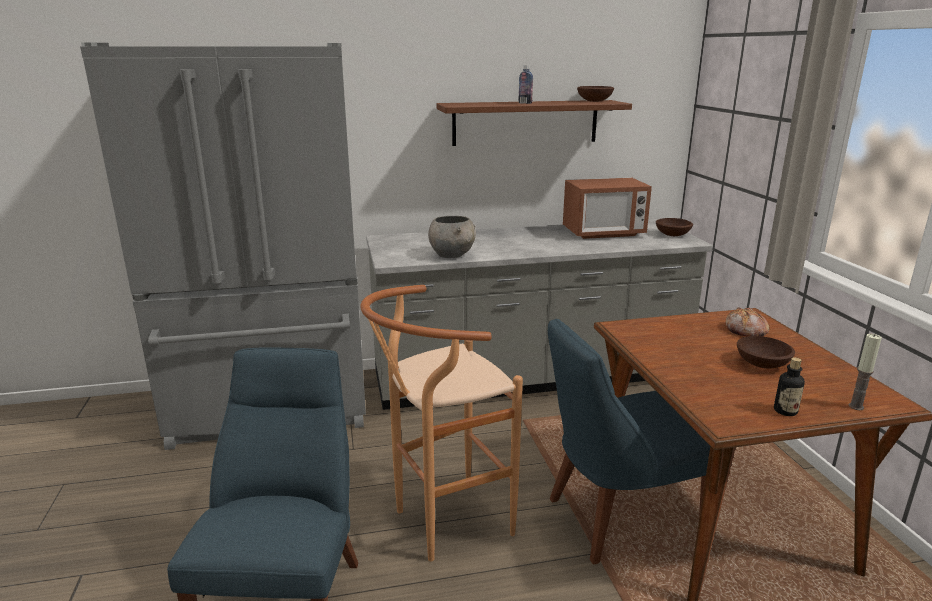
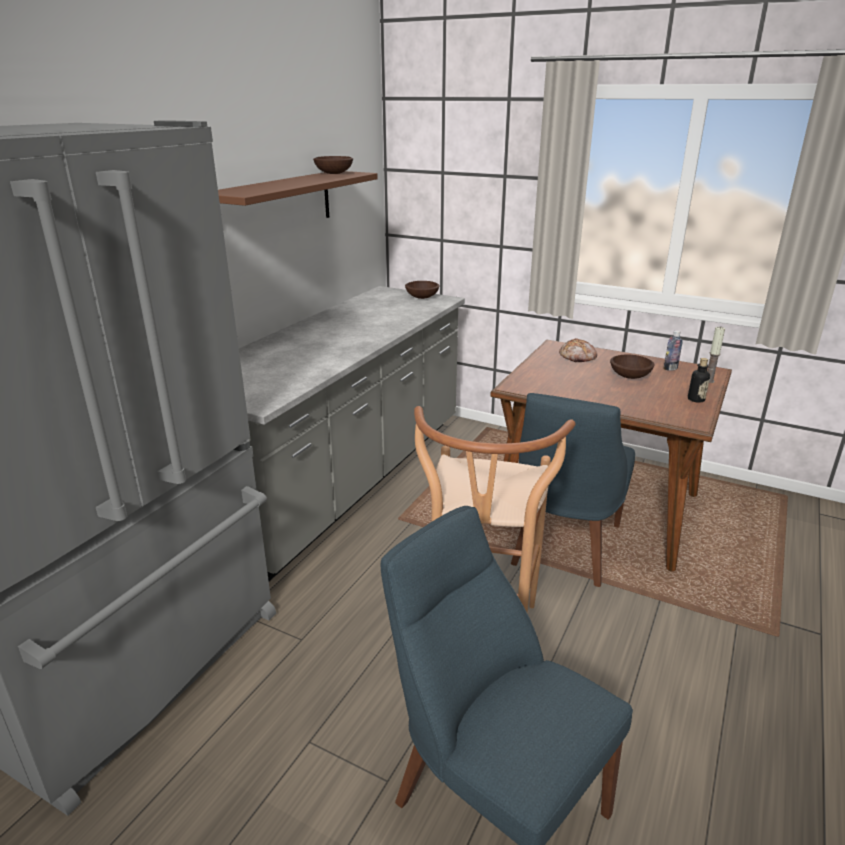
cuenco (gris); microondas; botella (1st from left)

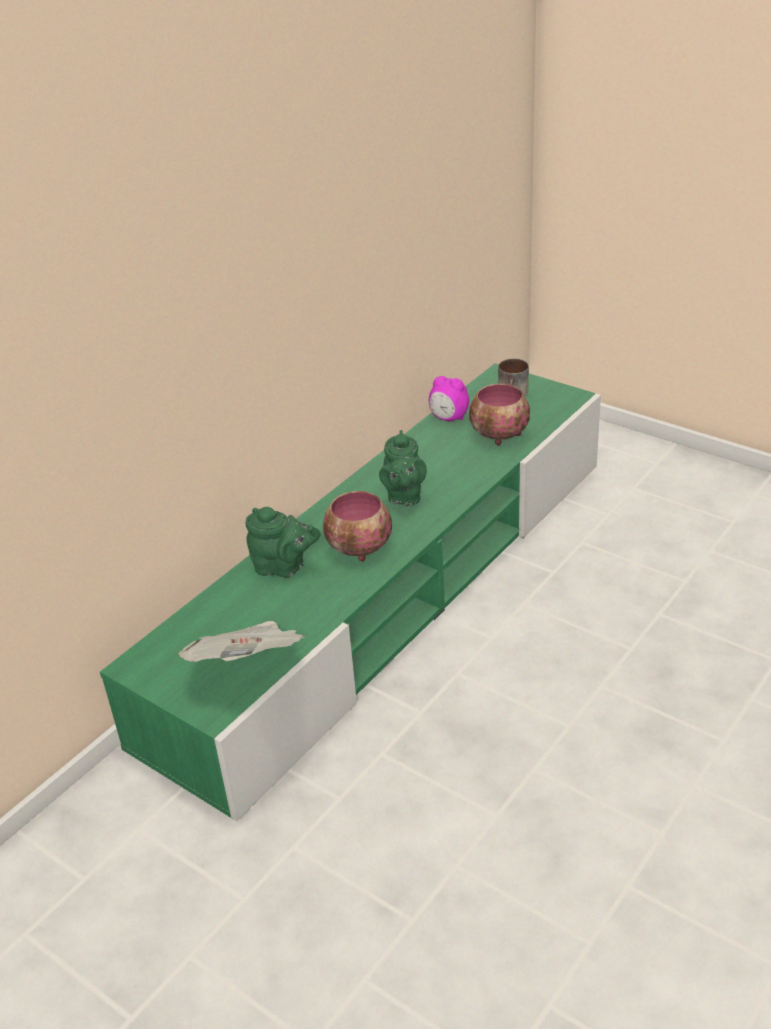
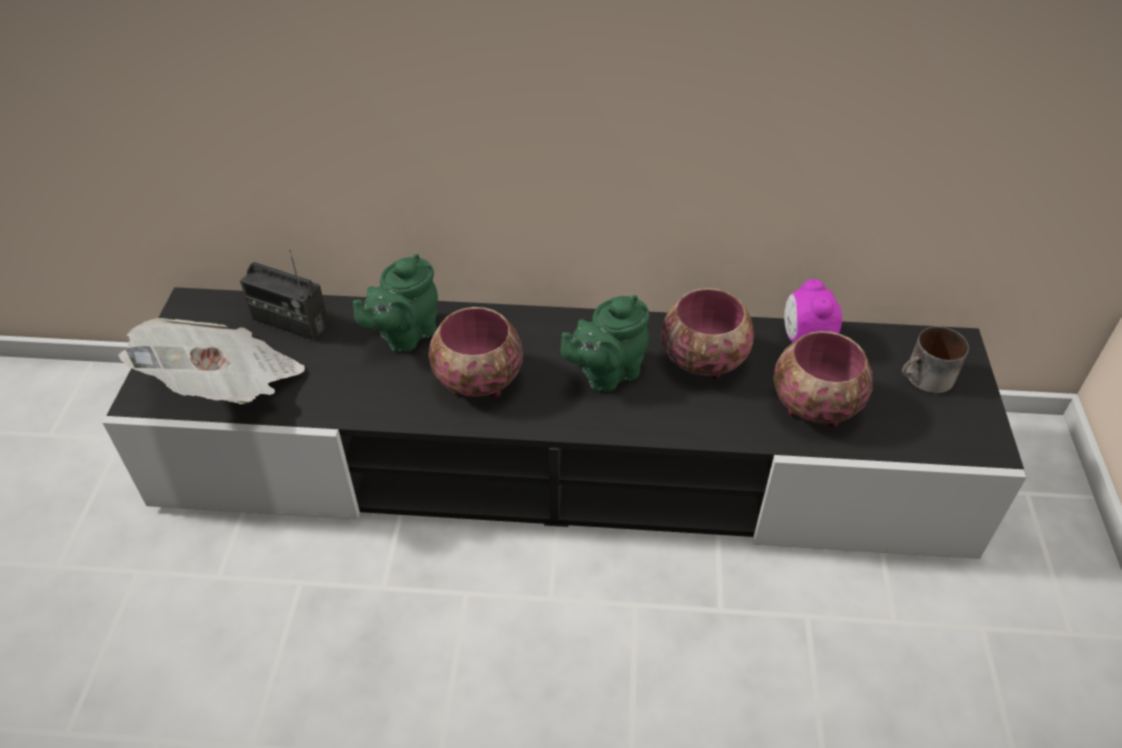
radio; cuenco (2nd from left); mueble de televisión (negro); tetera (verde) (1st from left)

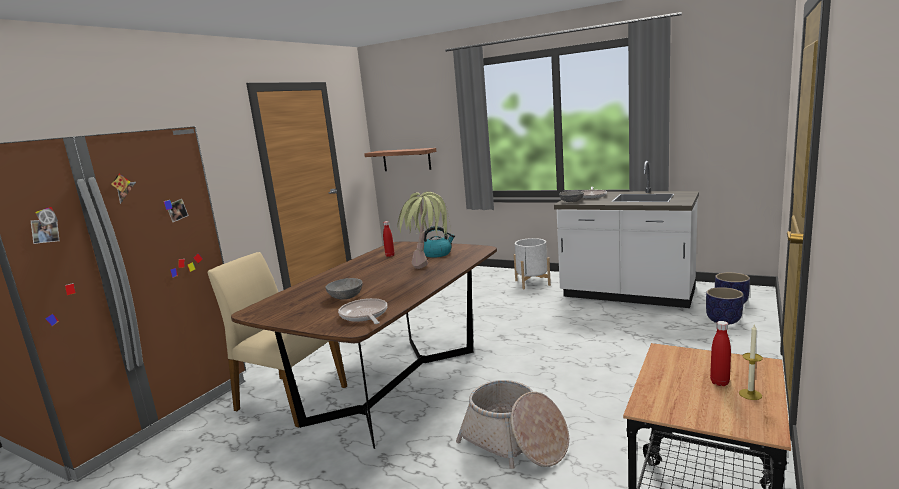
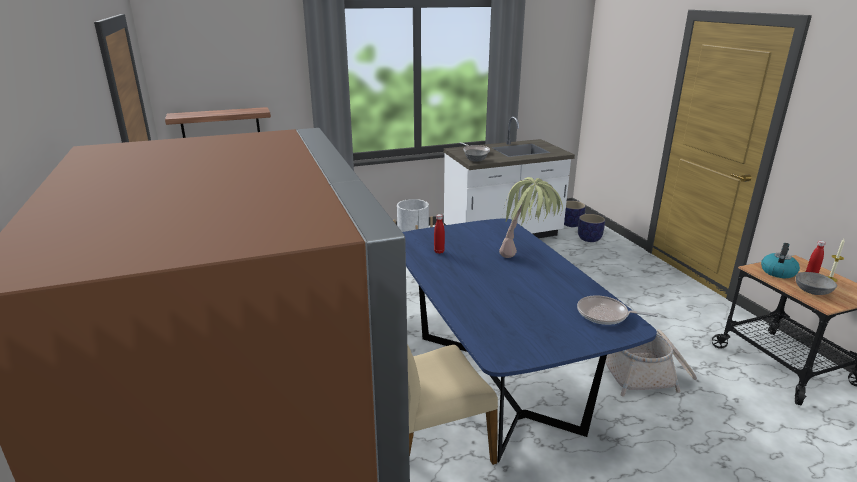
cuenco (gris) (2nd from left); hervidor; mesa de comedor (azul)

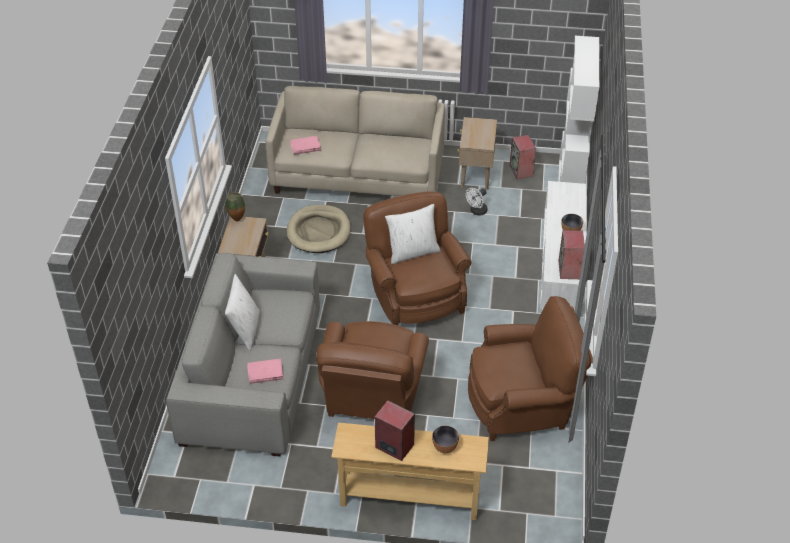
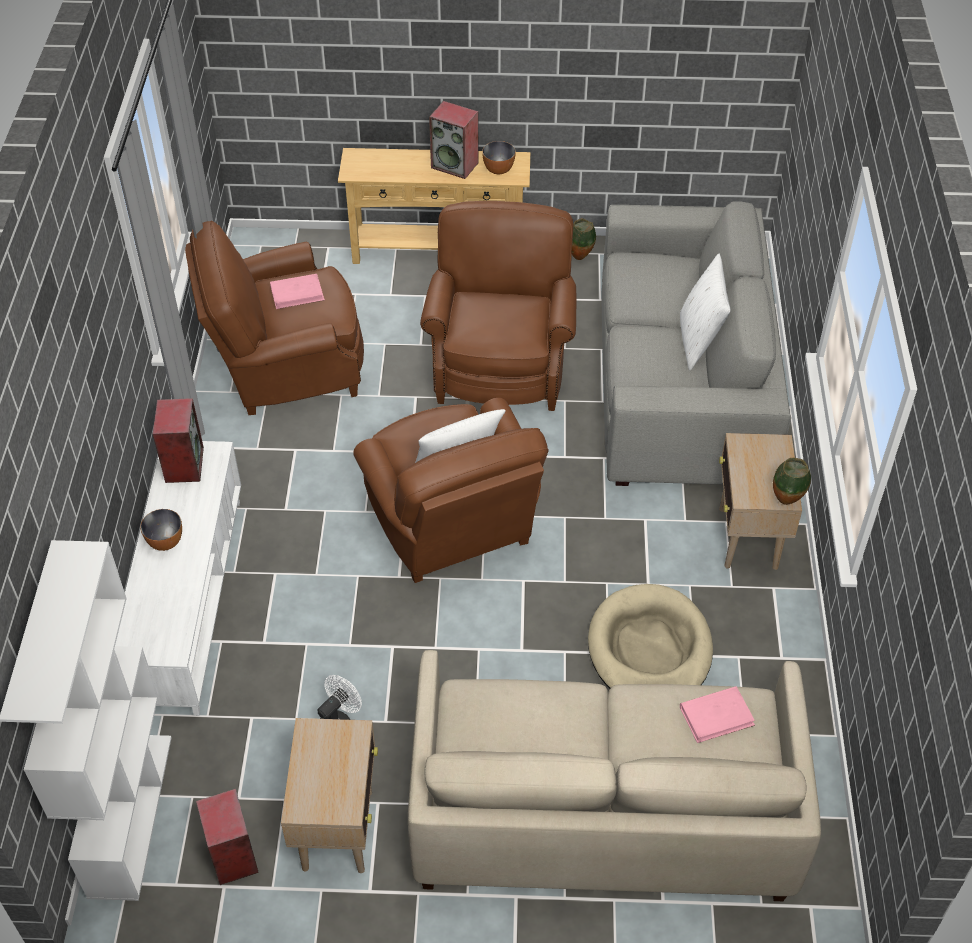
florero (1st from left); libro (rosa) (1st from left); cuenco (2nd from left)

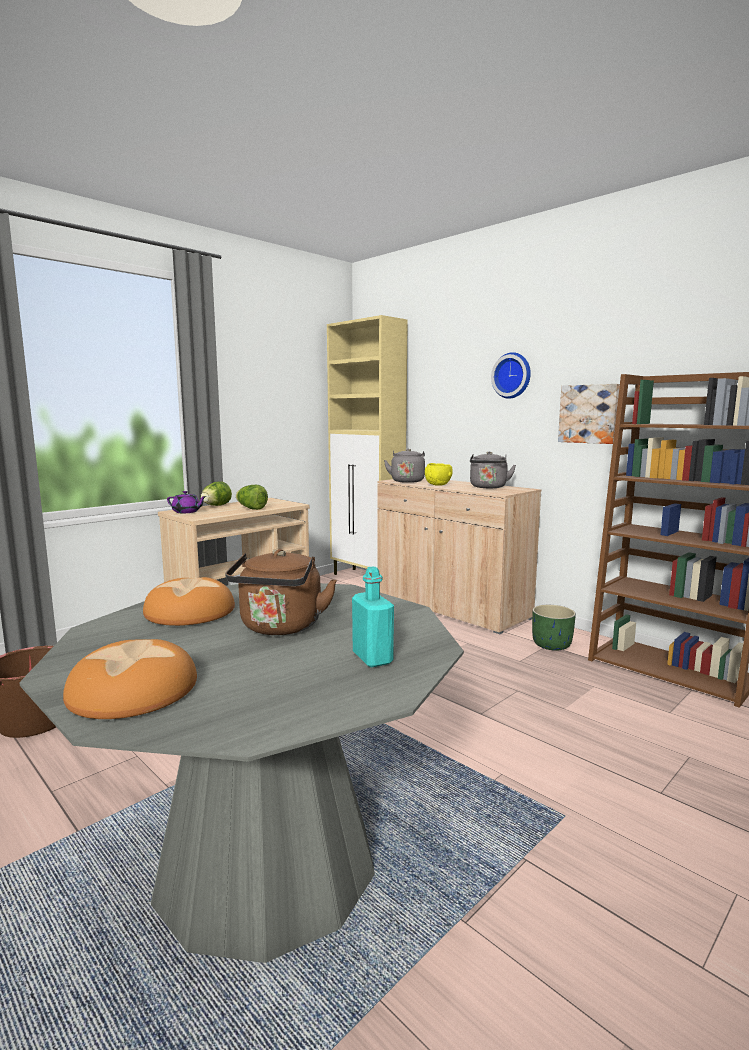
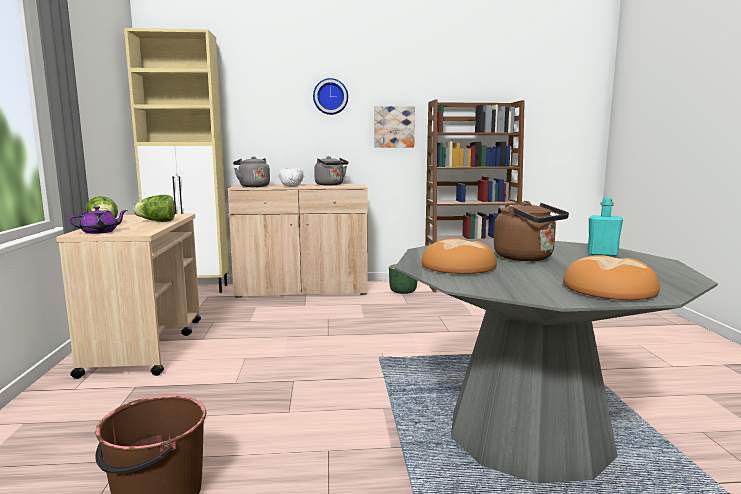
cuenco (blanco)

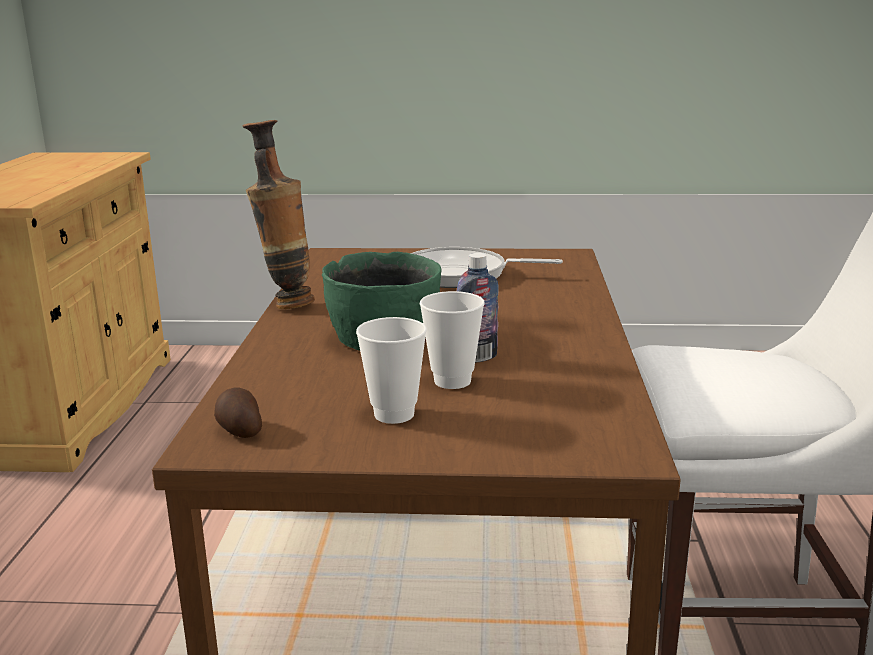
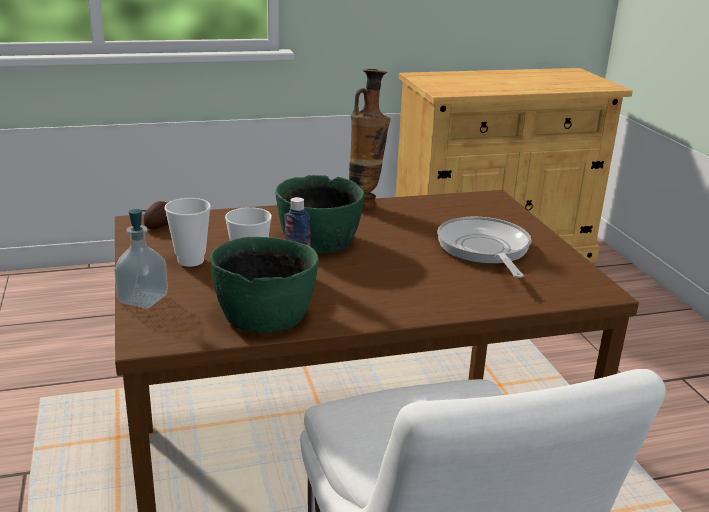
dispensador de jabón; cuenco (verde) (1st from left)

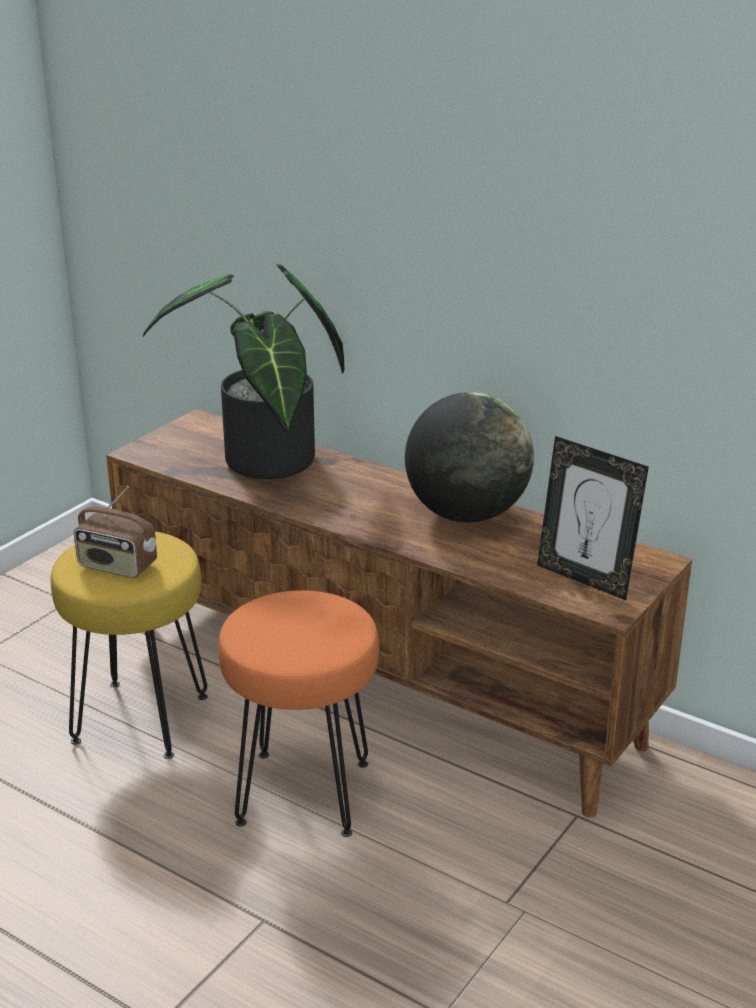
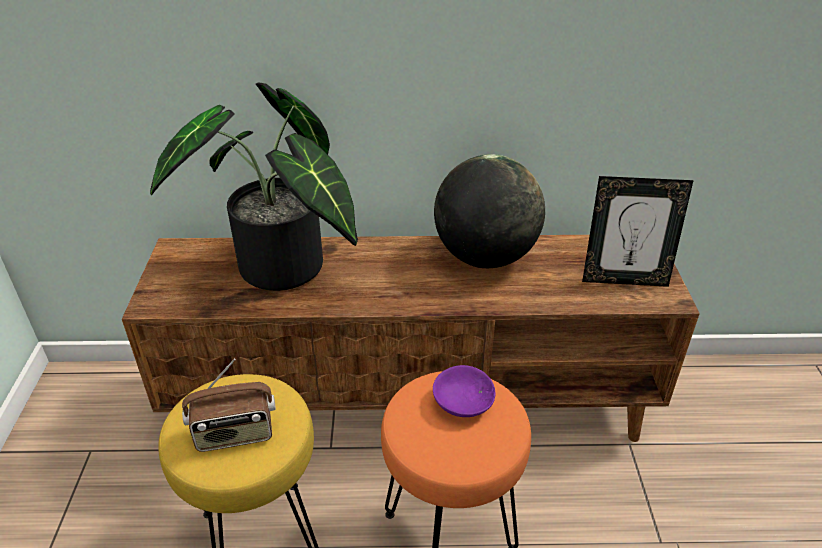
cuenco (morado)

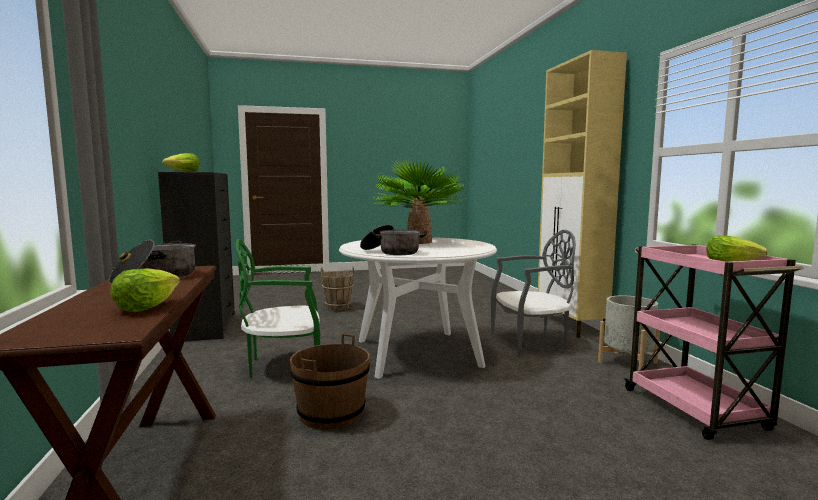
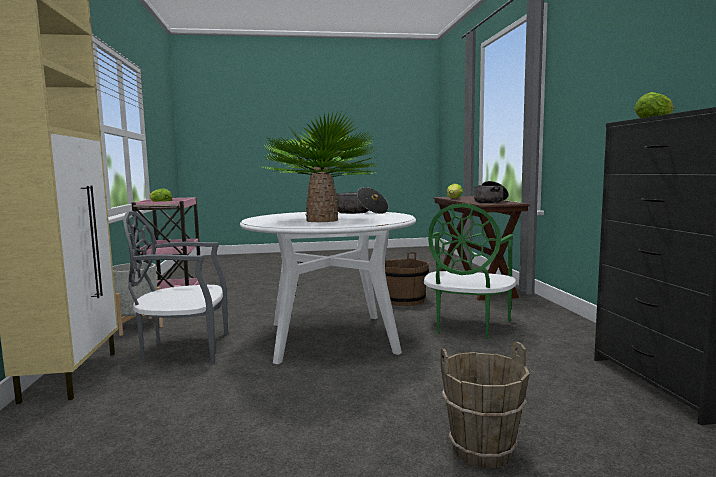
silla (verde)

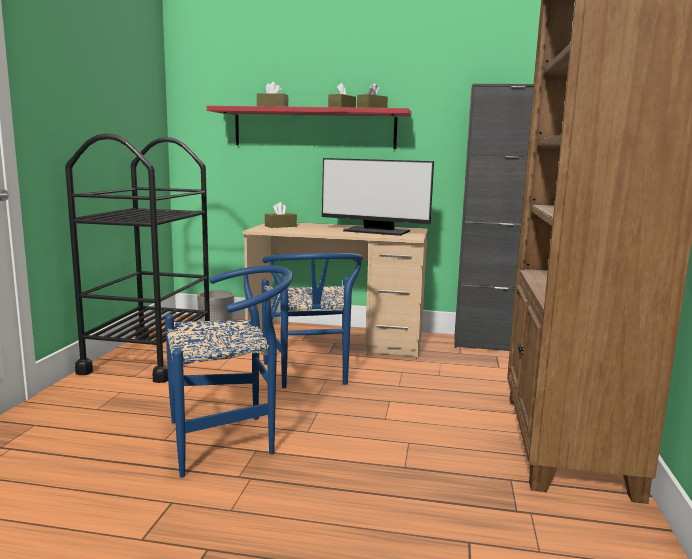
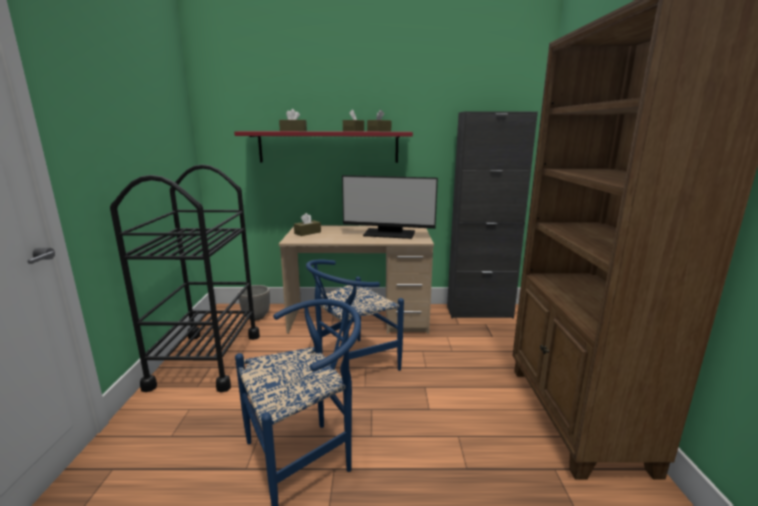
silla (azul) (2nd from left)

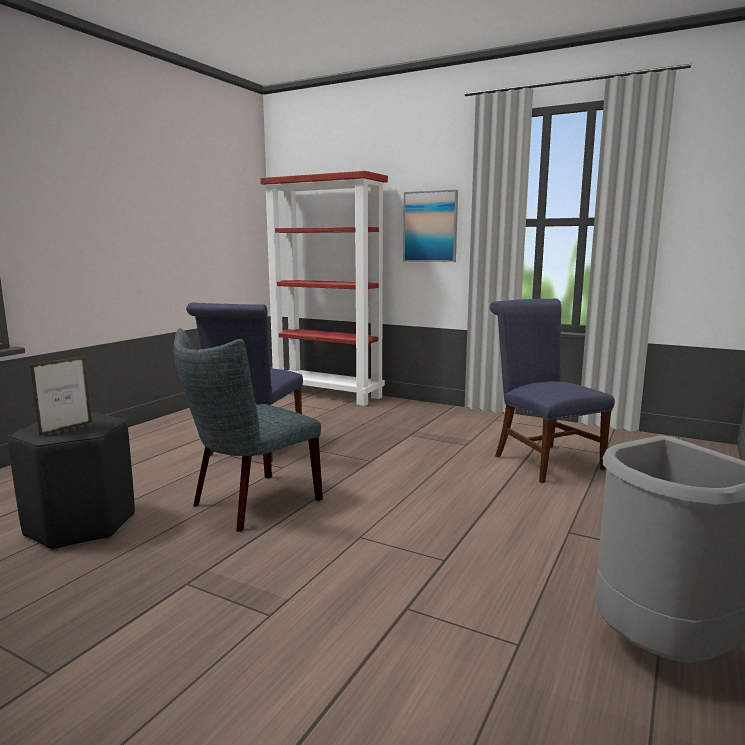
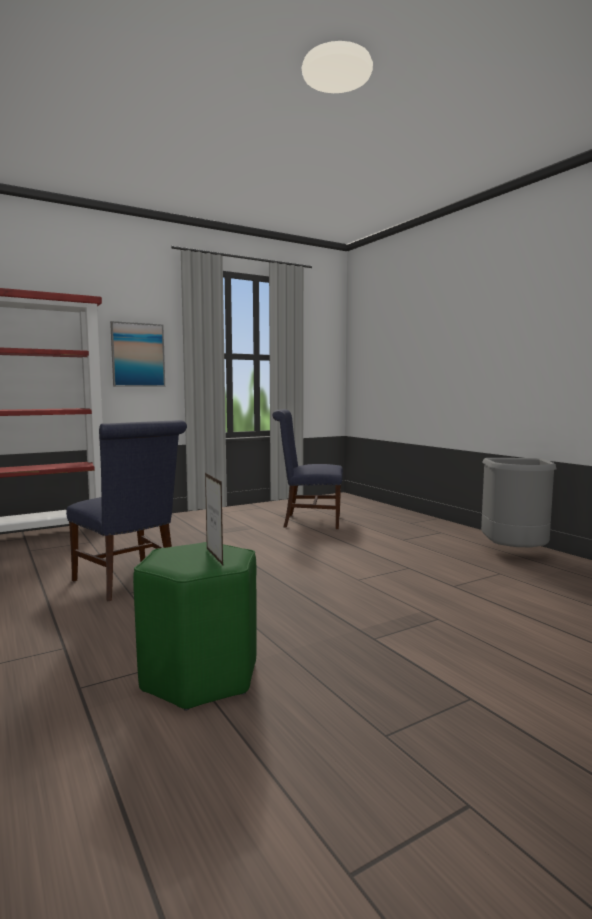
silla (gris); taburete (verde)

